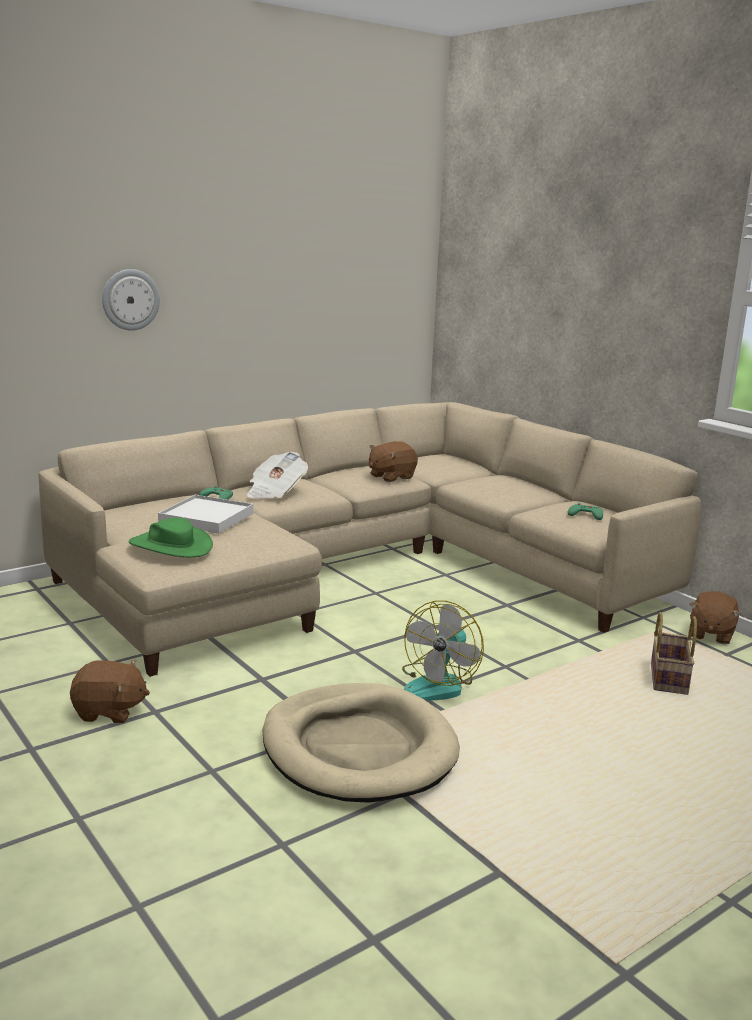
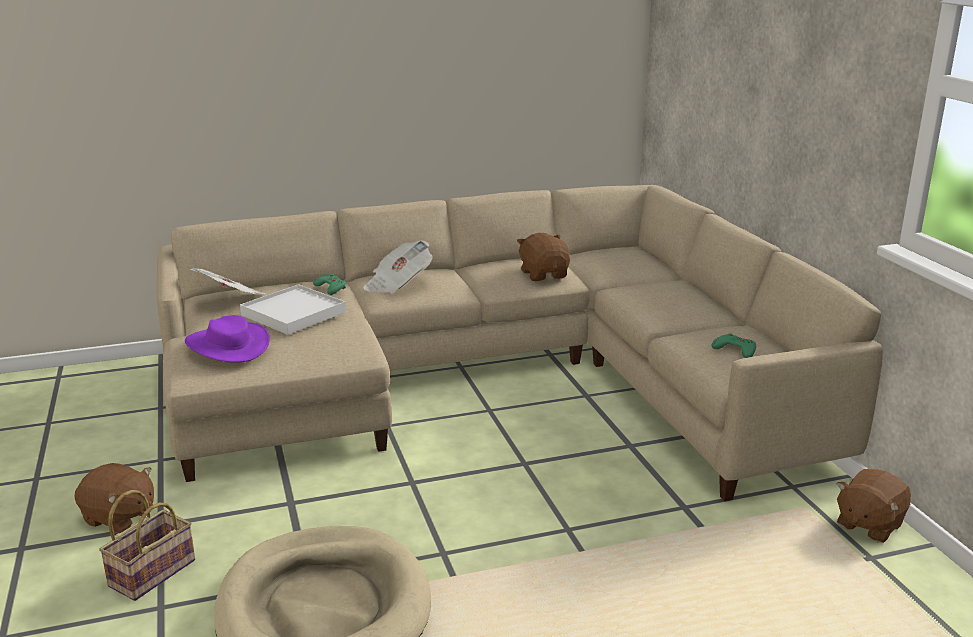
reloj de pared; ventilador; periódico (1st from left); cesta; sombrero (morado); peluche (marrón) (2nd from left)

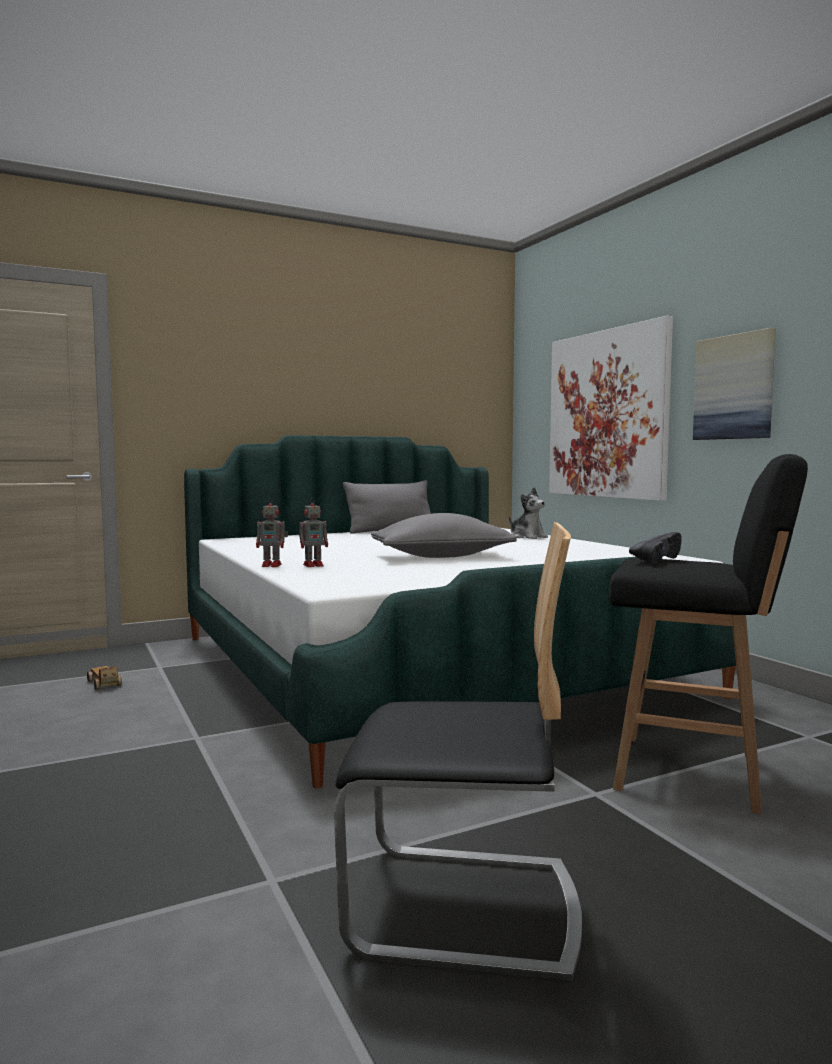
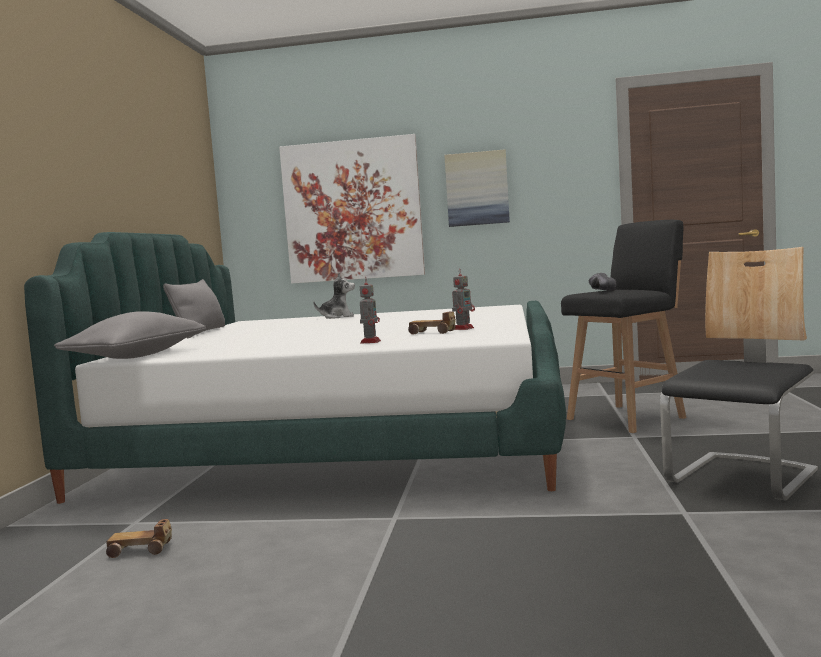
coche de juguete (2nd from left); robot de juguete (2nd from left); cojín (gris) (1st from left)

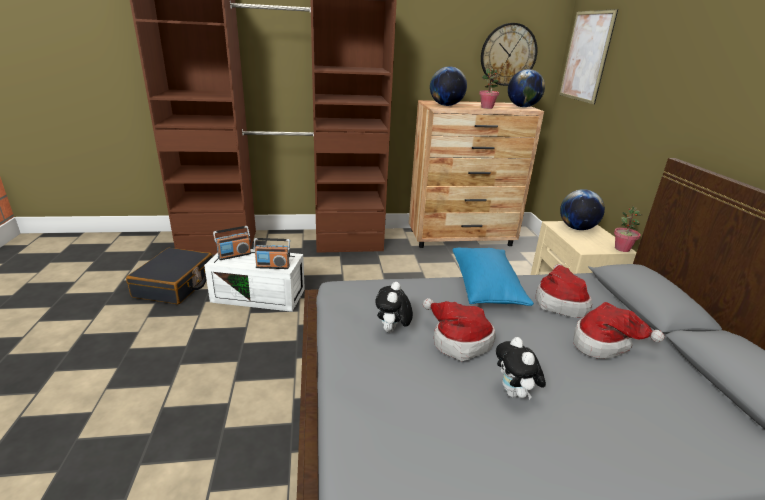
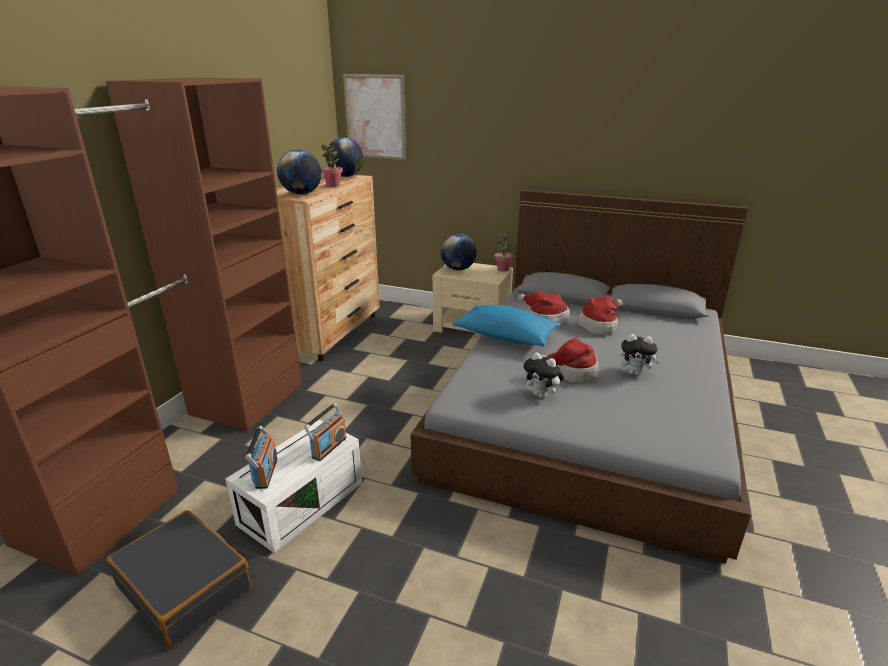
reloj de pared

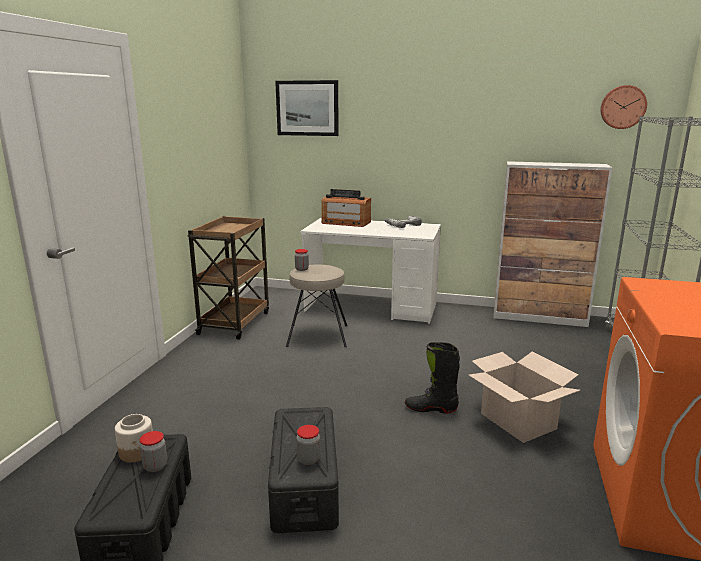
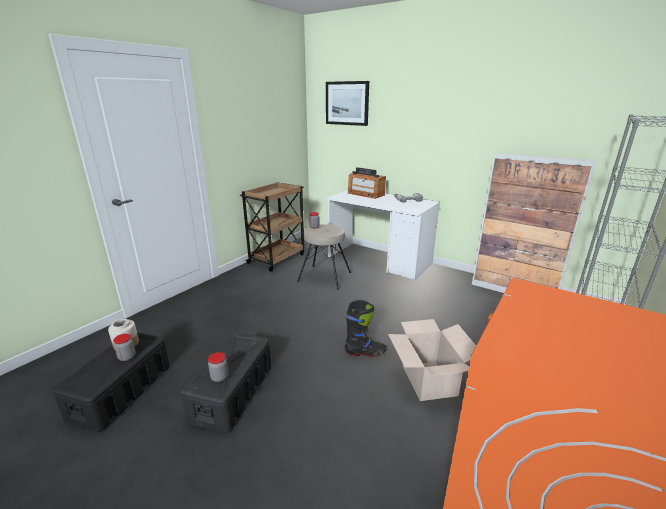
reloj de pared; bota (negro)

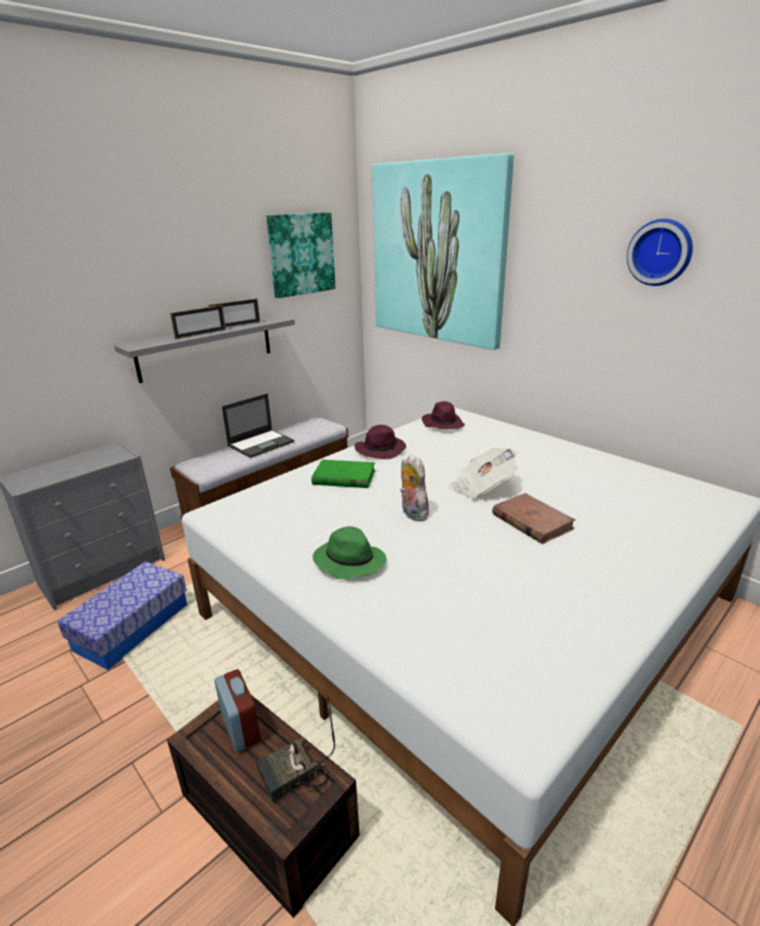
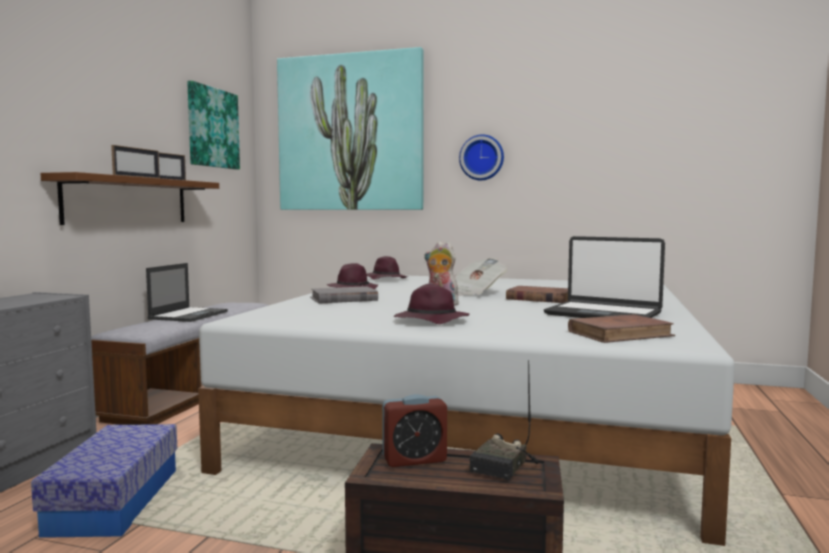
portátil (2nd from left); libro (marrón) (2nd from left); reloj de pared; estante (marrón); libro (gris); sombrero (morado) (3rd from left); despertador

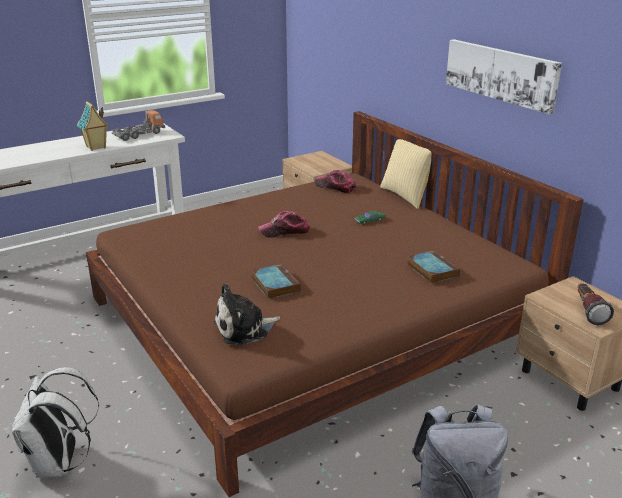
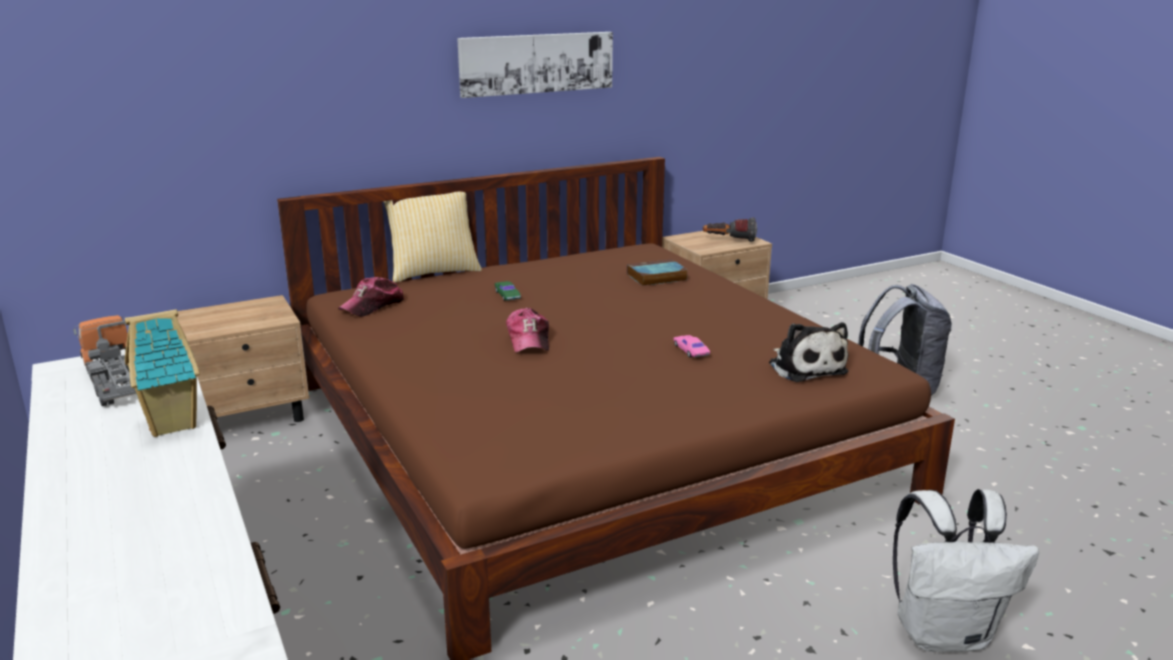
coche de juguete (rosa)

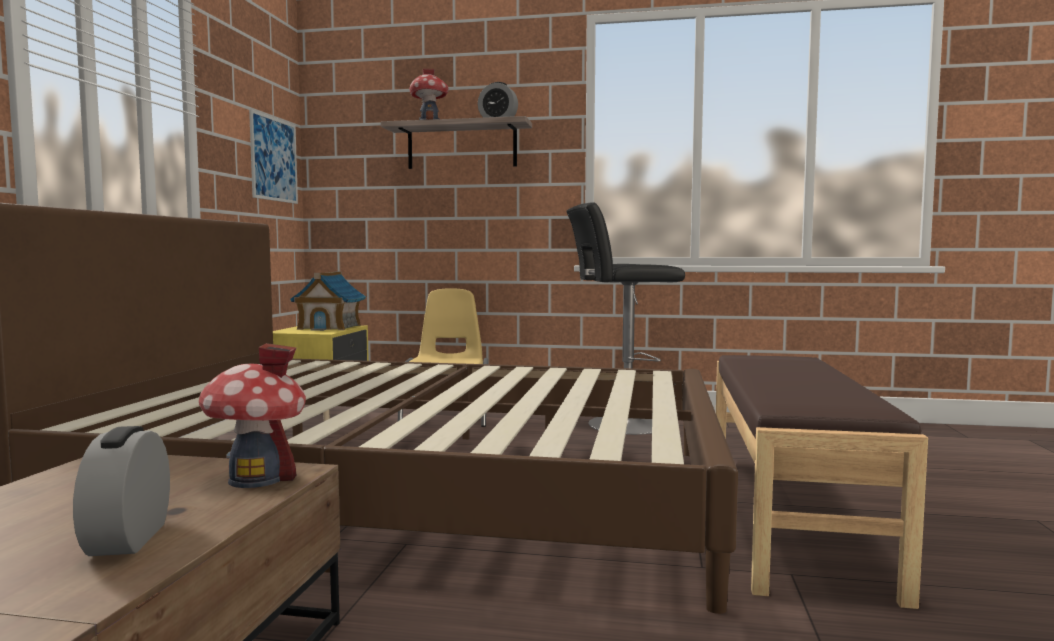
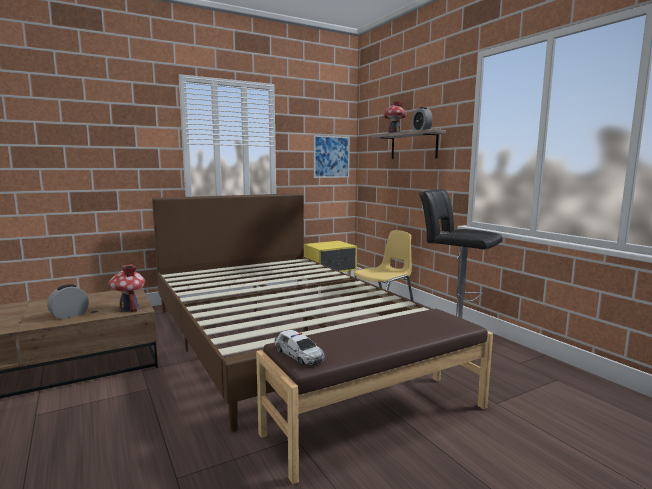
casita (2nd from left in the first image); coche de juguete

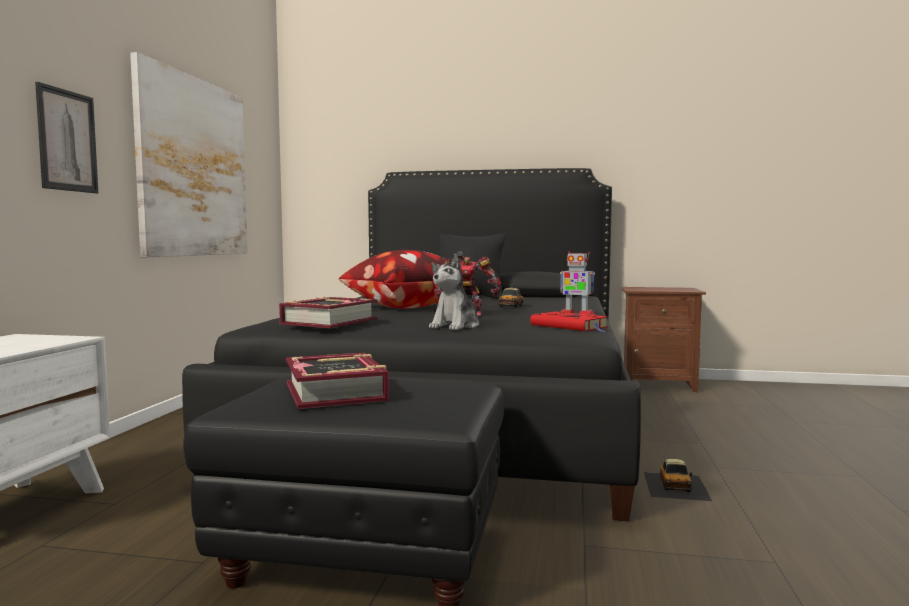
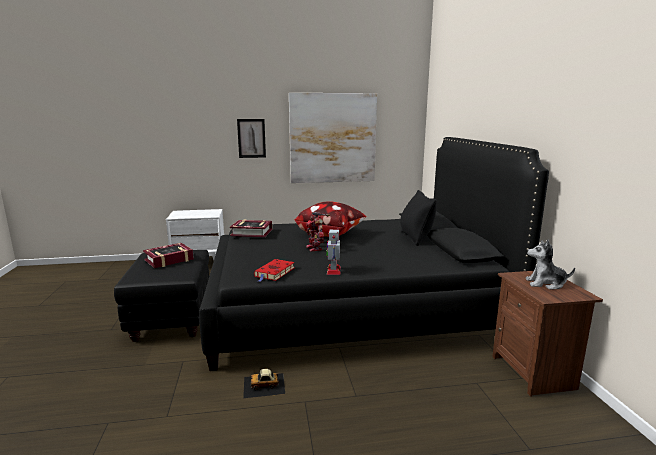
coche de juguete (1st from left in the first image); peluche

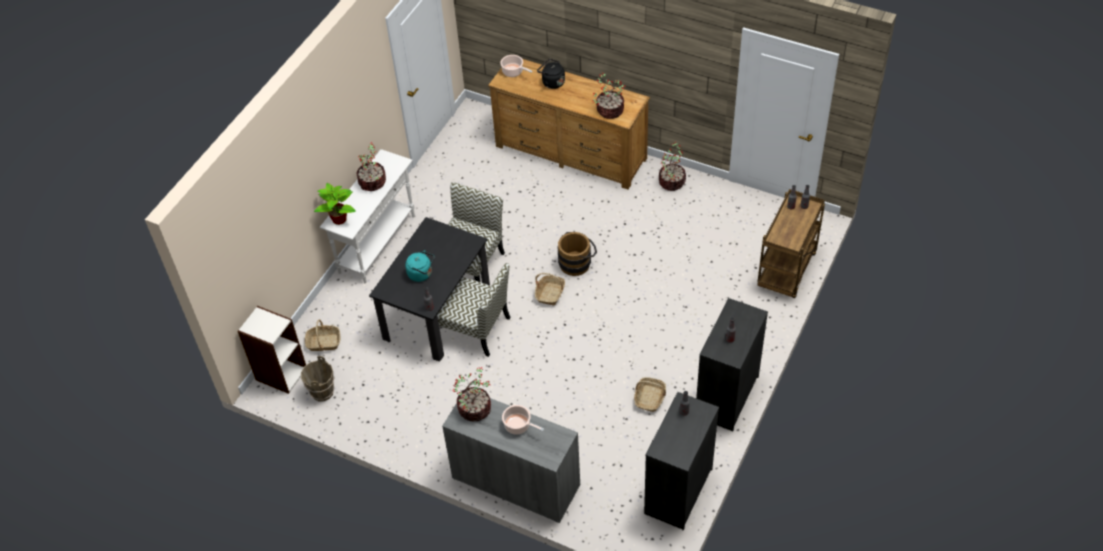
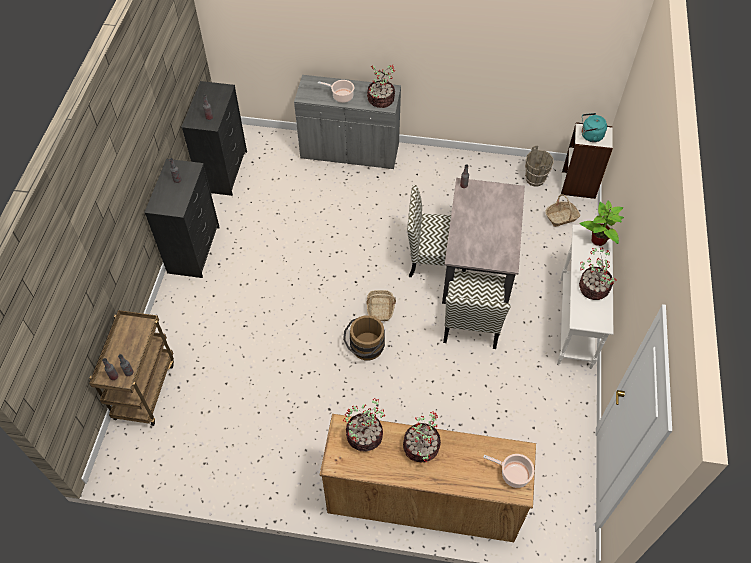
hervidor (negro); cesta (3rd from left in the first image); hervidor (turquesa); planta en maceta (3rd from left); mesa de comedor (beis)

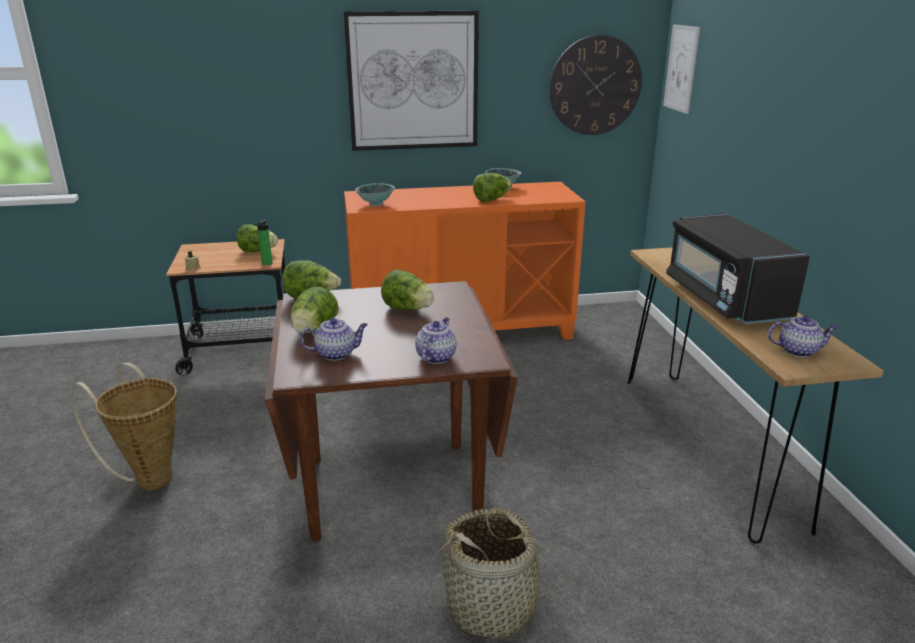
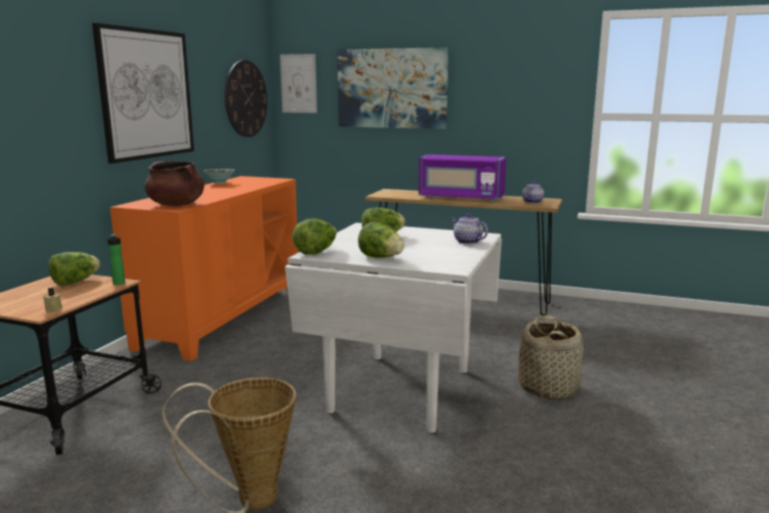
tetera (1st from left in the first image); lechuga (5th from left in the first image); cuadro (3rd from left); olla (marrón); mesa de comedor (blanco); microondas (morado)

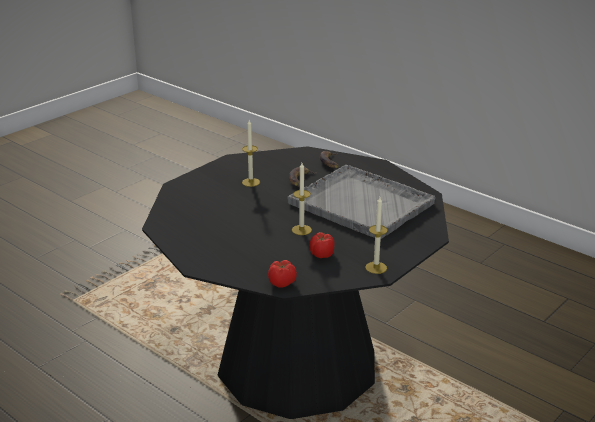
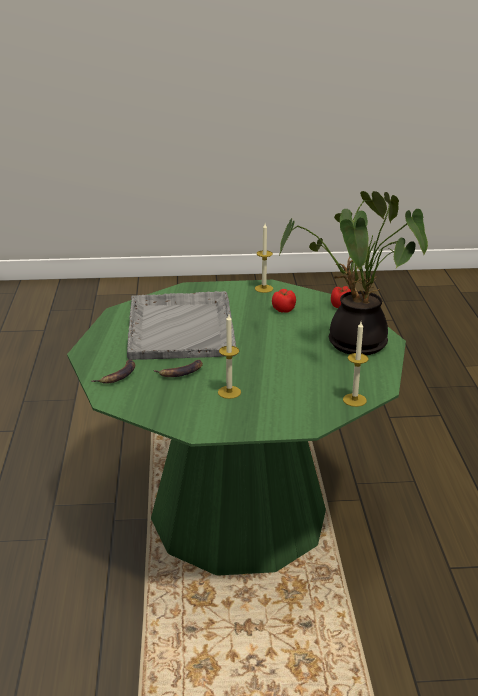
planta en maceta; vela (3rd from left); mesa de comedor (verde)

